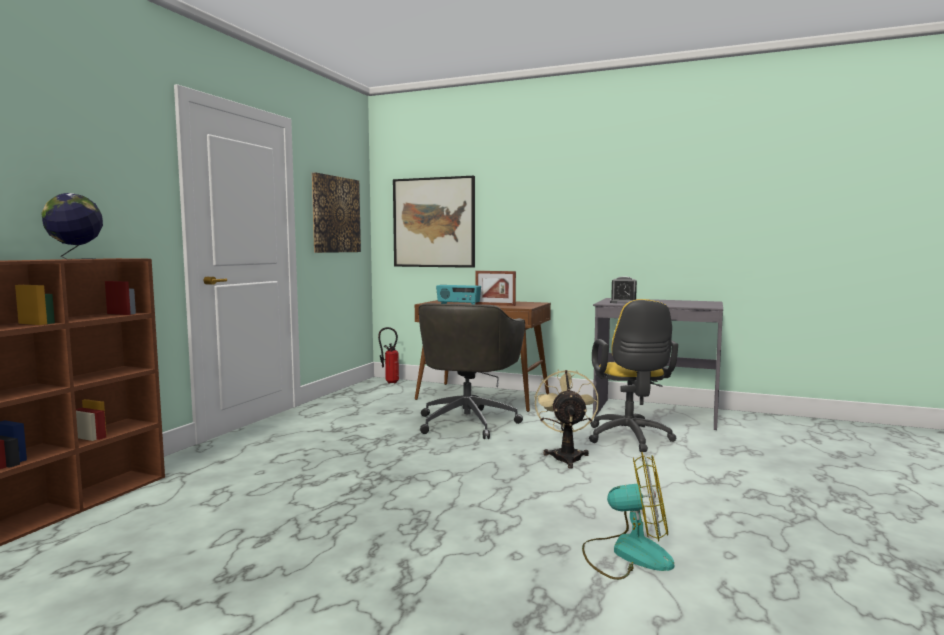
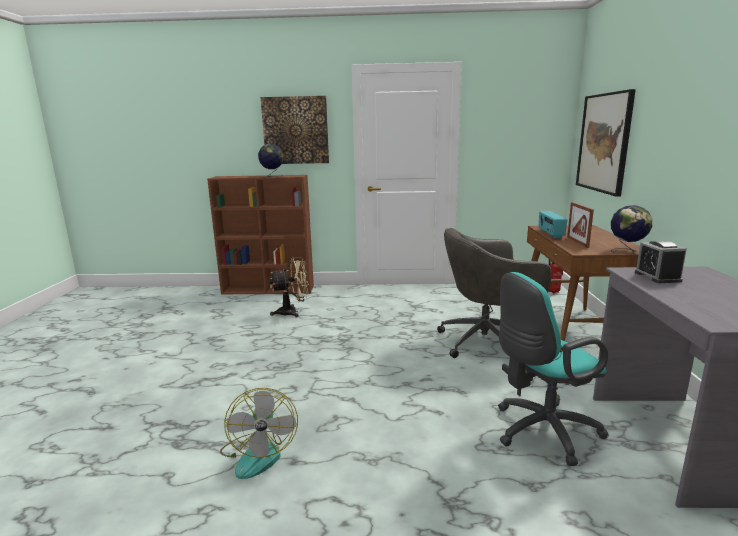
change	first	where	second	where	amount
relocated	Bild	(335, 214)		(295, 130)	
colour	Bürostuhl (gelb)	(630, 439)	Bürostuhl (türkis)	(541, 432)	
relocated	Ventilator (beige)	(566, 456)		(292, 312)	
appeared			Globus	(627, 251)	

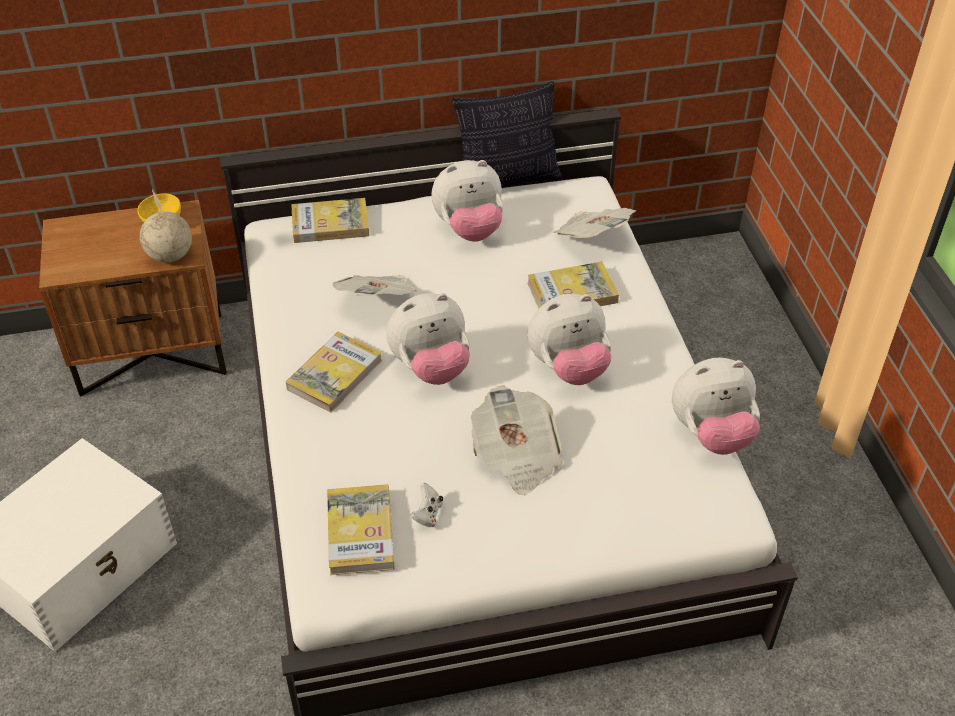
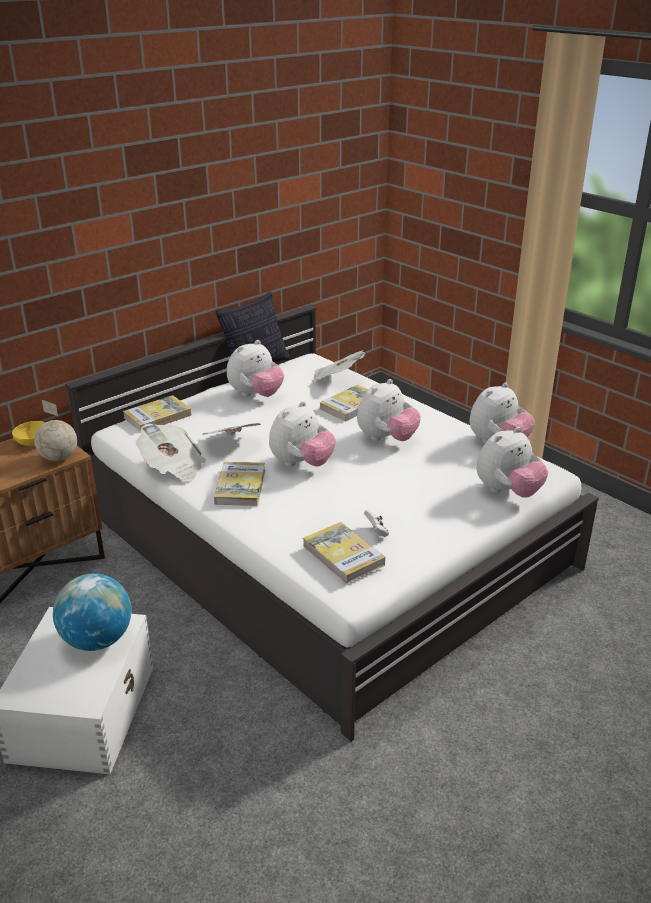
change	first	where	second	where	amount
relocated	Zeitung	(516, 457)		(173, 467)	
appeared			Plüschtier	(508, 492)	
appeared			Globus	(97, 640)	

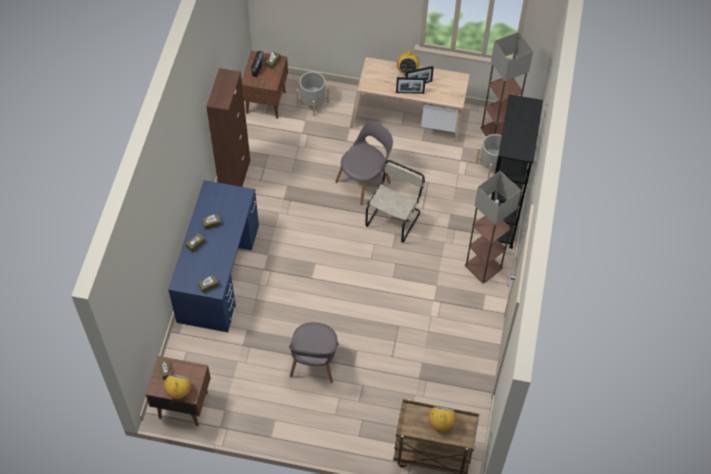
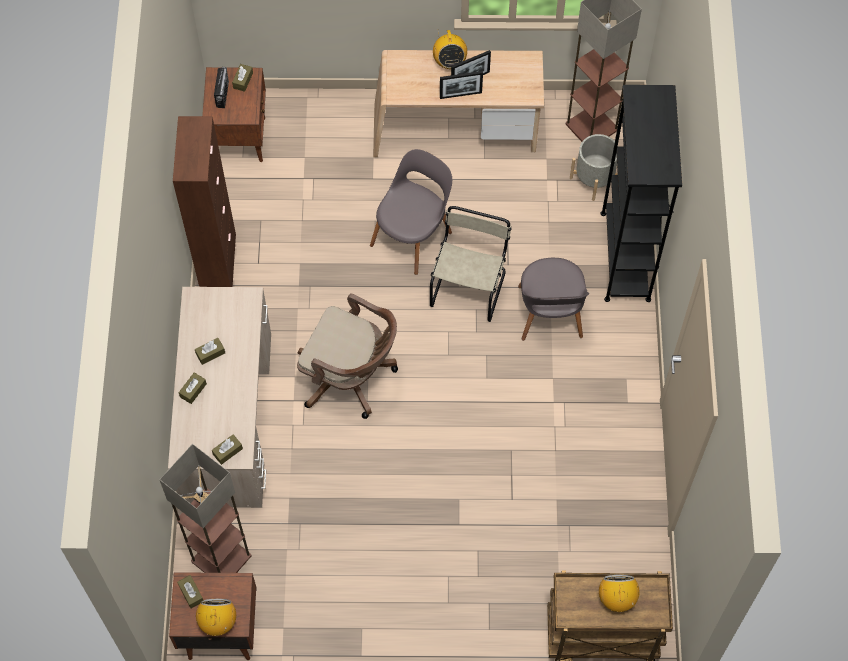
change	first	where	second	where	amount
missing	Pflanzkübel (grau)	(313, 103)			
relocated	Stehlampe	(484, 267)		(222, 558)	
colour	Schreibtisch (blau)	(219, 272)	Schreibtisch (beige)	(228, 417)	
relocated	Stuhl (grau)	(314, 362)		(549, 315)	
appeared			Bürostuhl (braun)	(350, 377)	

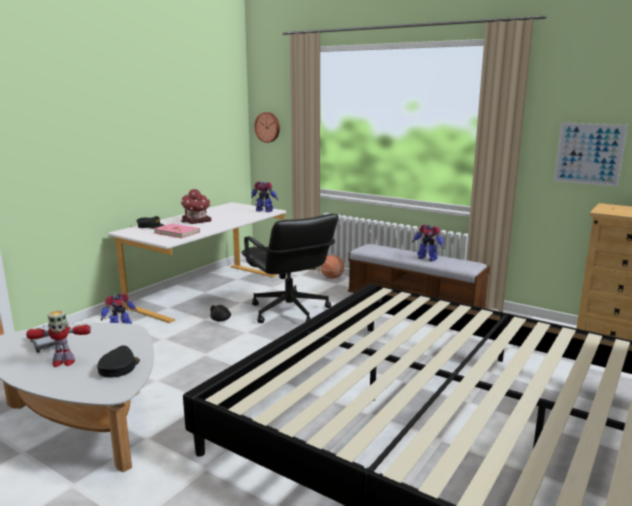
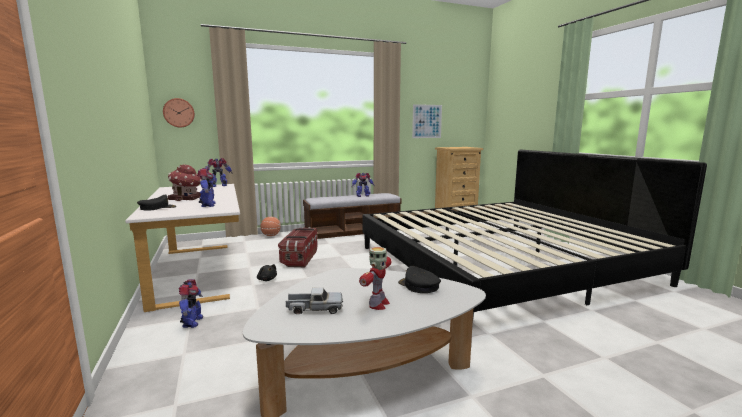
change	first	where	second	where	amount
exchanged	Bürostuhl (schwarz)	(289, 312)	Aufbewahrungsbox	(299, 258)	
exchanged	Buch (rosa)	(177, 232)	Spielzeugroboter	(207, 205)	

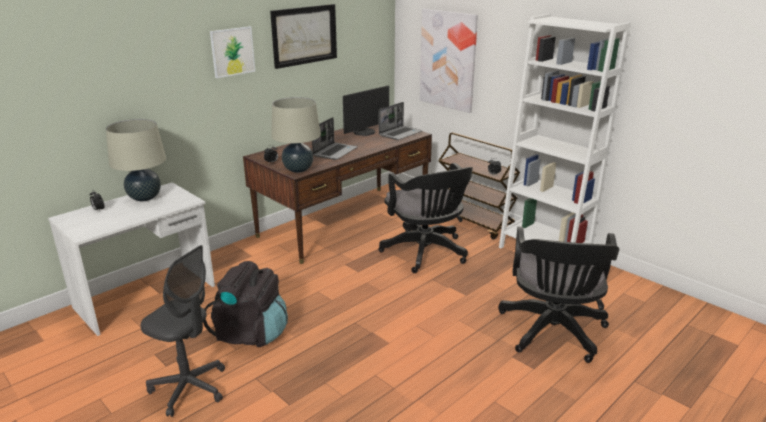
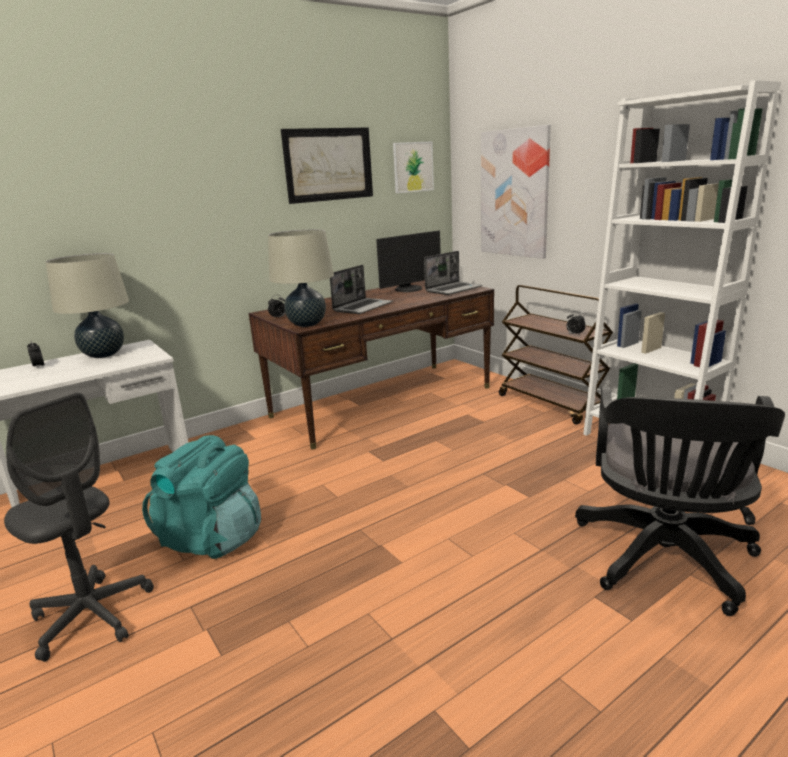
change	first	where	second	where	amount
relocated	Bild	(232, 51)		(413, 167)	
missing	Bürostuhl (schwarz)	(426, 253)			
colour	Rucksack (schwarz)	(251, 333)	Rucksack (türkis)	(212, 538)	

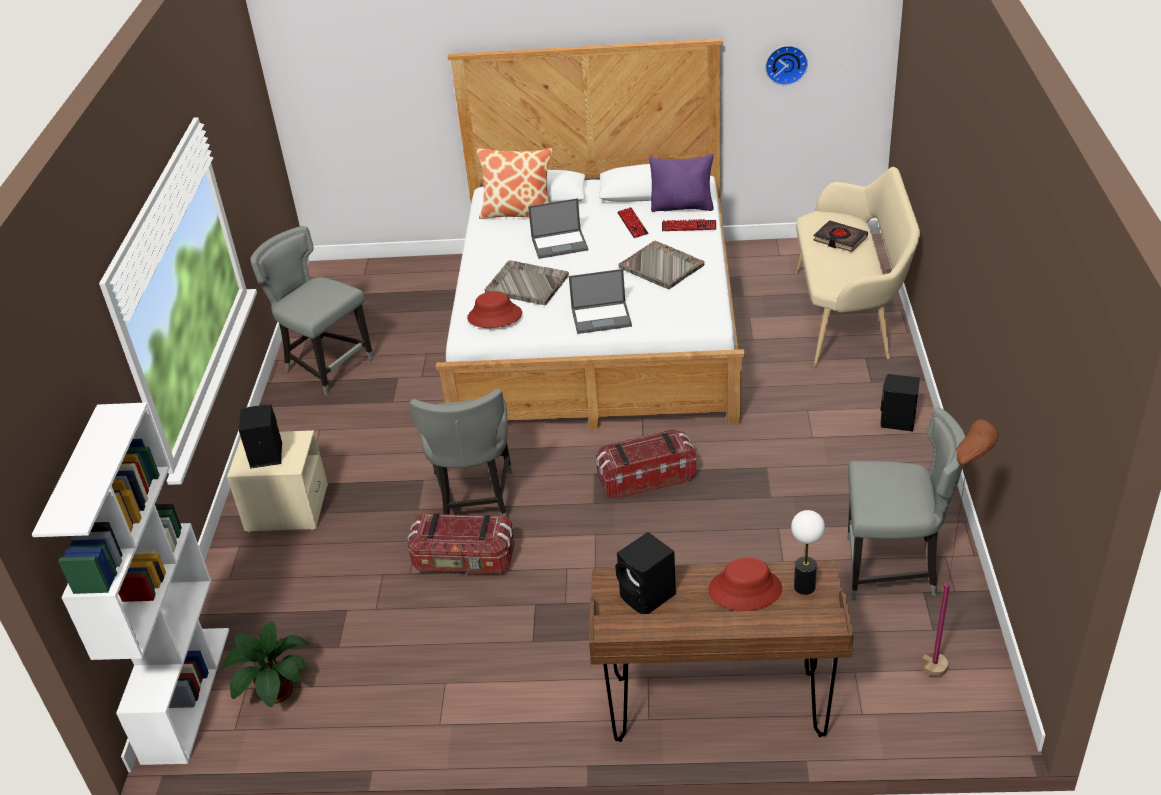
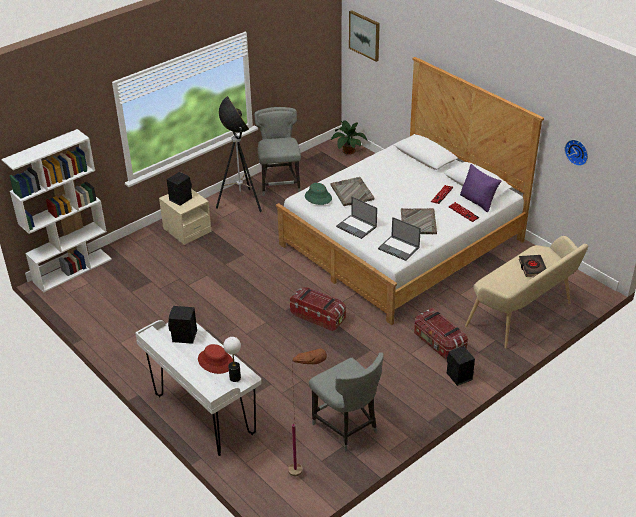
change	first	where	second	where	amount
missing	Kissen	(518, 213)			
relocated	Laptop	(560, 244)		(399, 248)	
colour	Hut (rot)	(494, 316)	Hut (grün)	(318, 197)	
missing	Stuhl (grau)	(474, 502)			
relocated	Aufbewahrungsbox	(464, 561)		(438, 343)	
colour	Schreibtisch (braun)	(717, 708)	Schreibtisch (weiß)	(204, 415)	
relocated	Topfpflanze	(273, 692)		(347, 151)	
appeared			Bild	(364, 35)	
appeared			Stehlampe	(240, 203)	

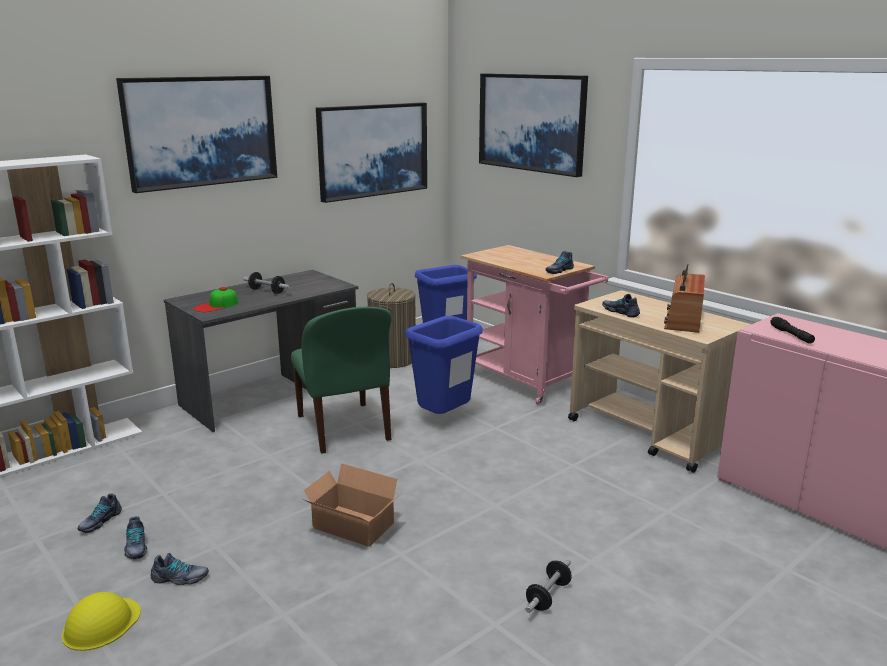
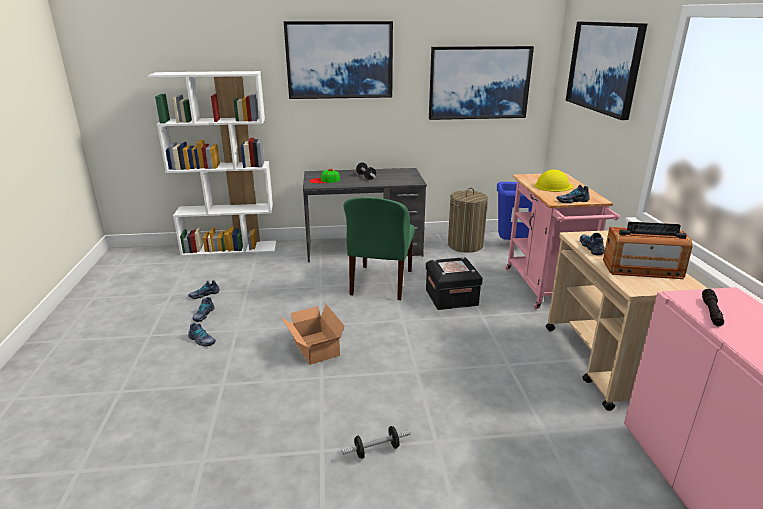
change	first	where	second	where	amount
spun	Radio	(683, 320)		(642, 269)	135 degrees counterclockwise
exchanged	Mülleimer (blau)	(443, 419)	Aufbewahrungsbox (schwarz)	(451, 297)	
relocated	Schutzhelm (gelb)	(101, 624)		(553, 186)	

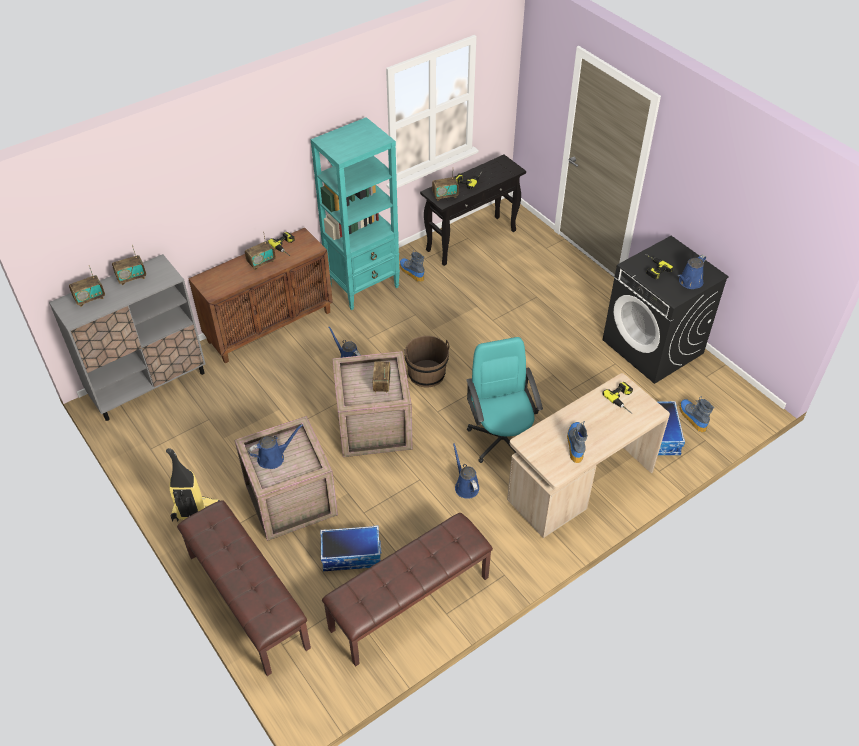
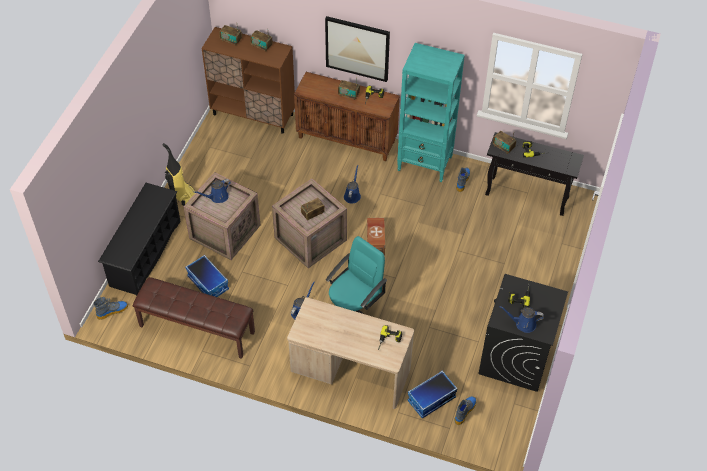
change	first	where	second	where	amount
colour	Schrank (grau)	(148, 384)	Schrank (braun)	(253, 114)	
exchanged	Eimer (braun)	(426, 374)	Aufbewahrungsbox (braun)	(376, 241)	
relocated	Stiefel	(575, 444)		(112, 311)	
spun	Gießkanne (blau)	(273, 457)		(217, 197)	120 degrees clockwise
exchanged	Bank (braun)	(246, 600)	Schuhregal (schwarz)	(145, 253)	
appeared			Bild	(357, 48)	

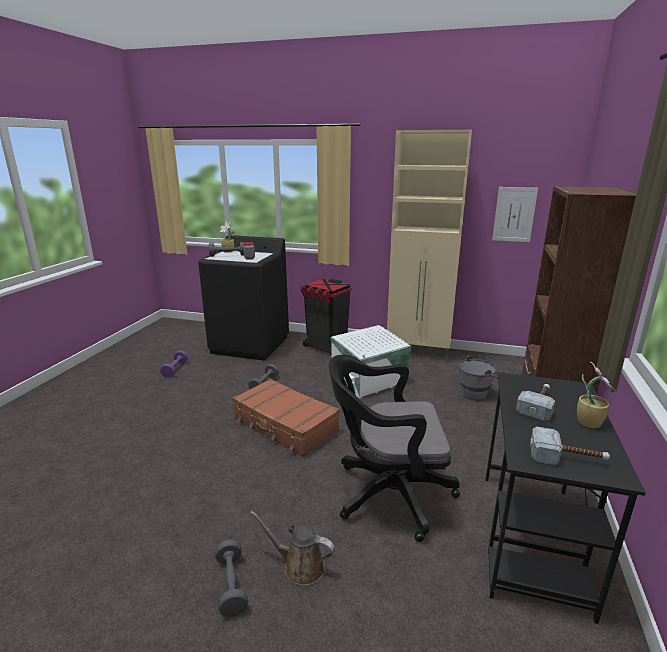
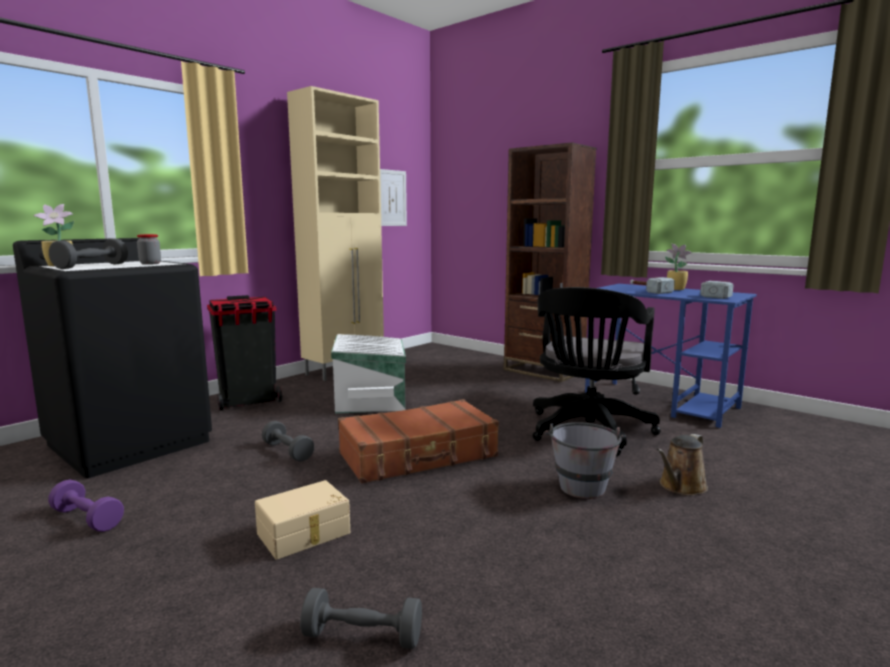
change	first	where	second	where	amount
relocated	Eimer (grau)	(478, 393)		(581, 483)	
colour	Schreibtisch (schwarz)	(532, 539)	Schreibtisch (blau)	(661, 403)	
relocated	Hantel (grau)	(231, 585)		(362, 636)	
appeared			Aufbewahrungsbox (beige)	(304, 534)	

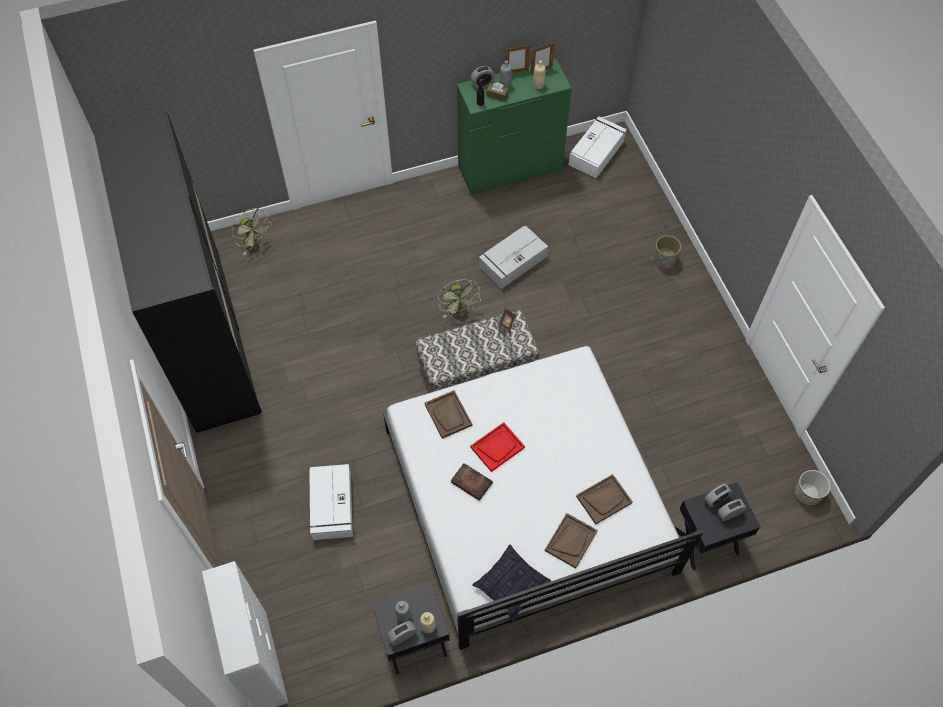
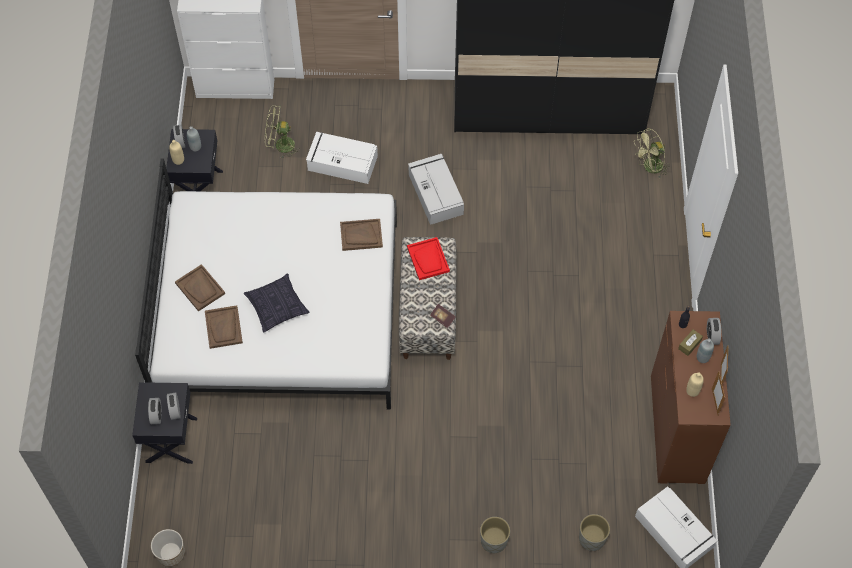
change	first	where	second	where	amount
colour	Kommode (grün)	(510, 169)	Kommode (braun)	(677, 429)	
relocated	Aufbewahrungsbox (grau)	(512, 262)		(435, 193)	
relocated	Ventilator (grün)	(459, 311)		(280, 145)	
relocated	Tablett (rot)	(497, 447)		(428, 259)	
missing	Buch	(470, 482)			
relocated	Kissen	(511, 585)		(276, 307)	
appeared			Pflanzkübel (grau)	(592, 539)	

